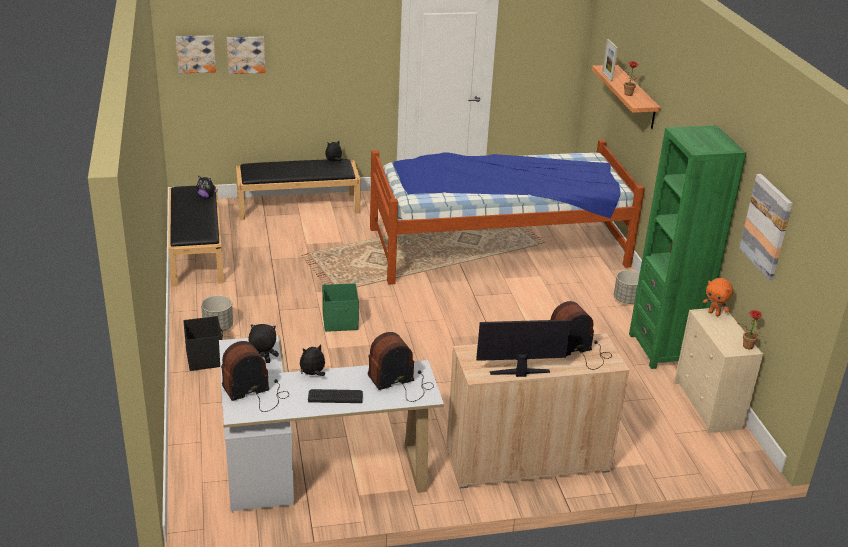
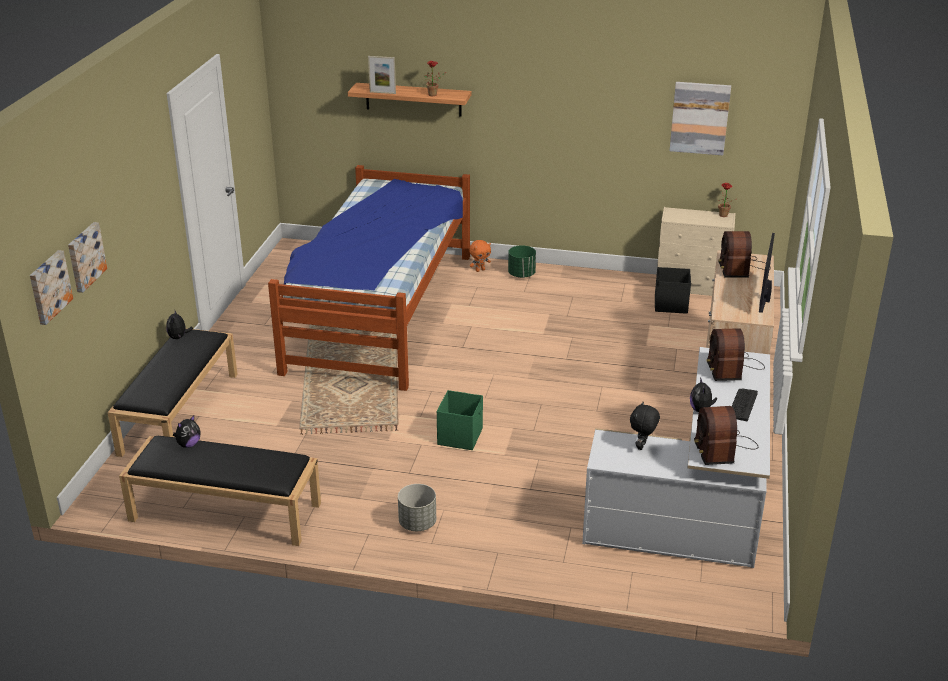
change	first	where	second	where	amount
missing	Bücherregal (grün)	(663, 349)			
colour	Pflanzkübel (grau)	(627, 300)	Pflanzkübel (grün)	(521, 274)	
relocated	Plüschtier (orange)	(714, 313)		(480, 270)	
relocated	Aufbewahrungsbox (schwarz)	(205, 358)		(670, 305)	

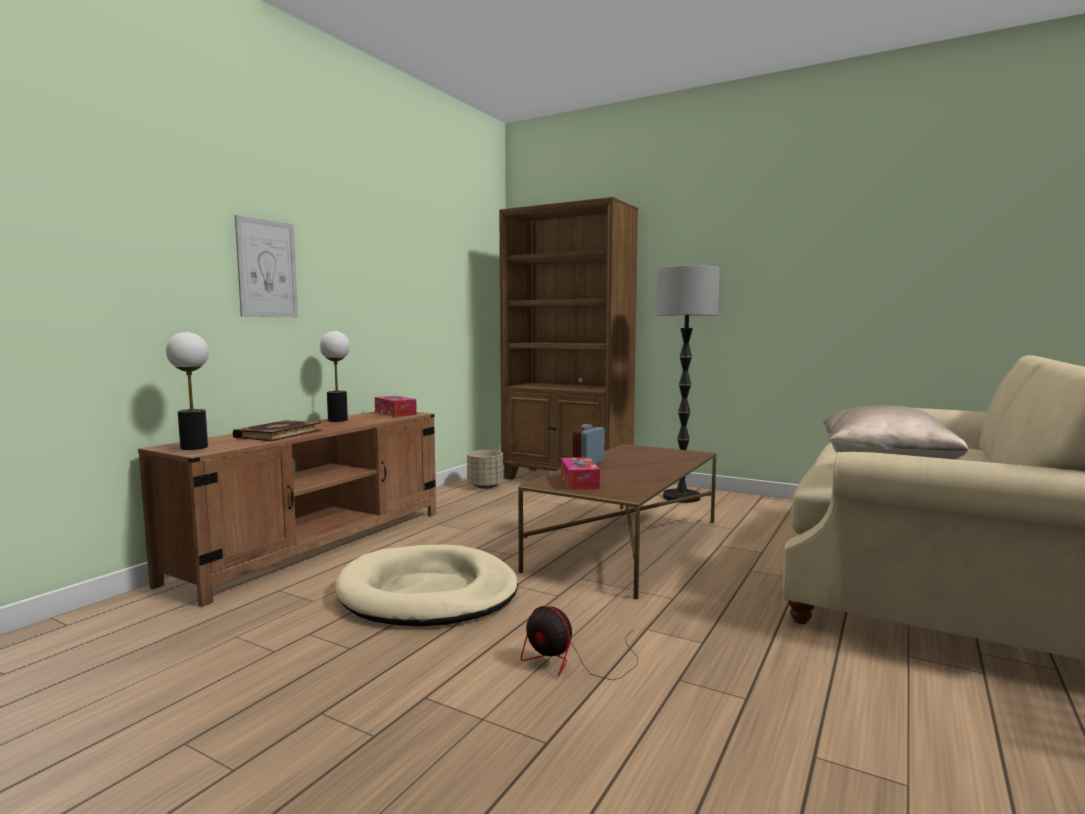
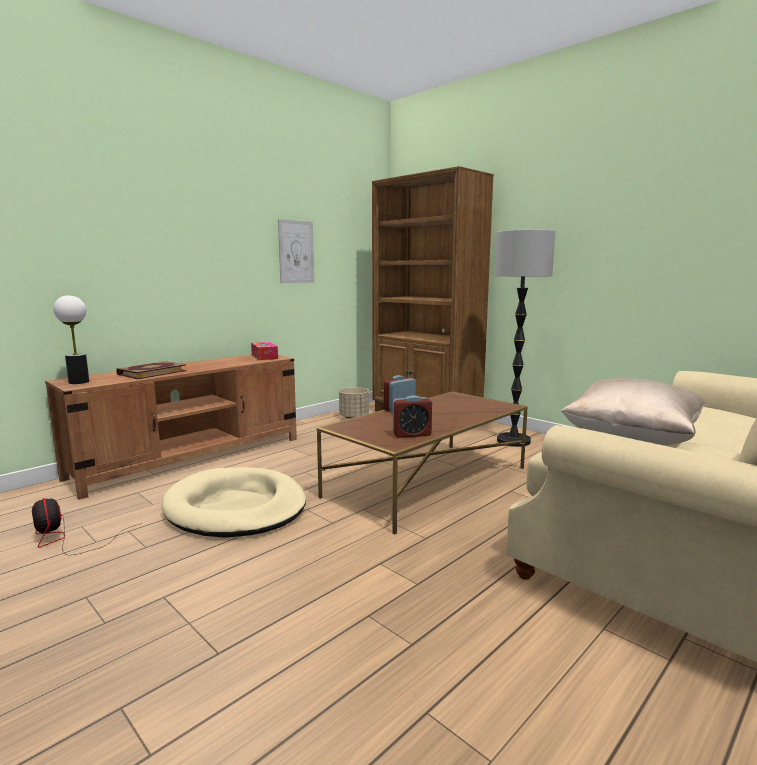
change	first	where	second	where	amount
relocated	Bild	(267, 269)		(296, 252)	
missing	Tischlampe	(337, 420)			
missing	Taschentuchbox	(579, 482)			
relocated	Ventilator	(574, 662)		(67, 539)	
appeared			Wecker	(411, 434)	

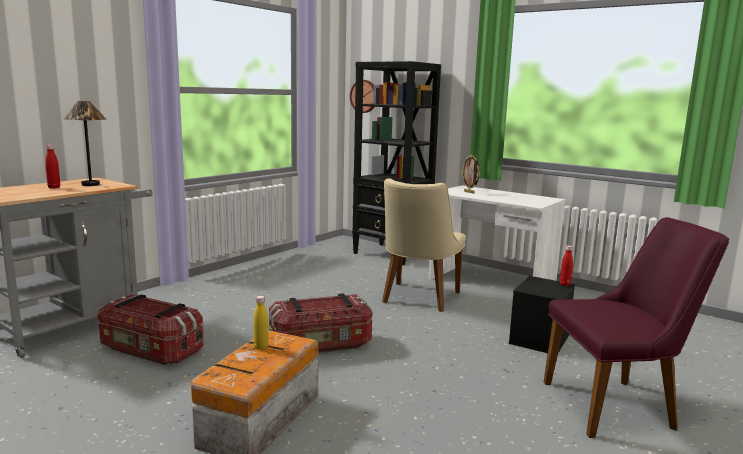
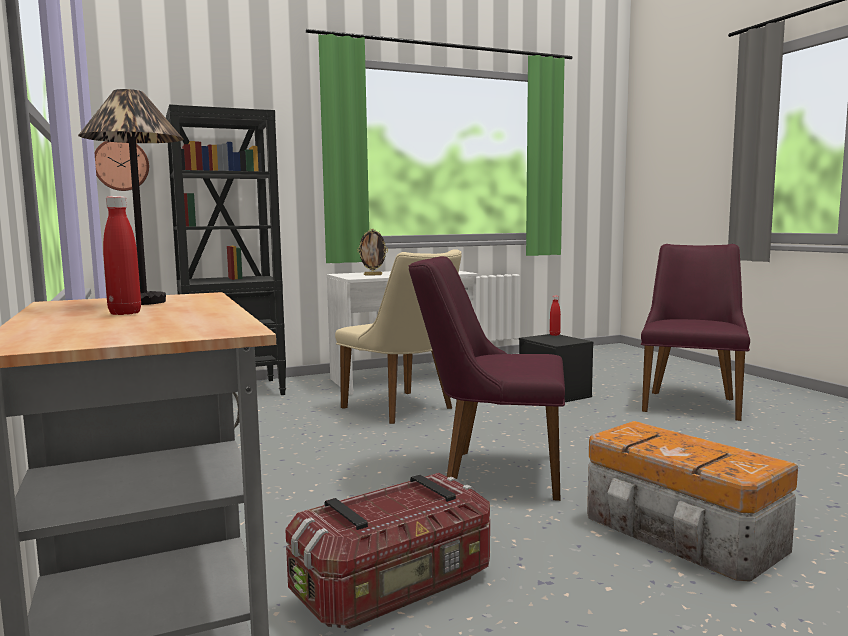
change	first	where	second	where	amount
exchanged	Aufbewahrungsbox	(321, 345)	Stuhl (lila)	(491, 471)	
missing	Flasche (gelb)	(261, 347)			

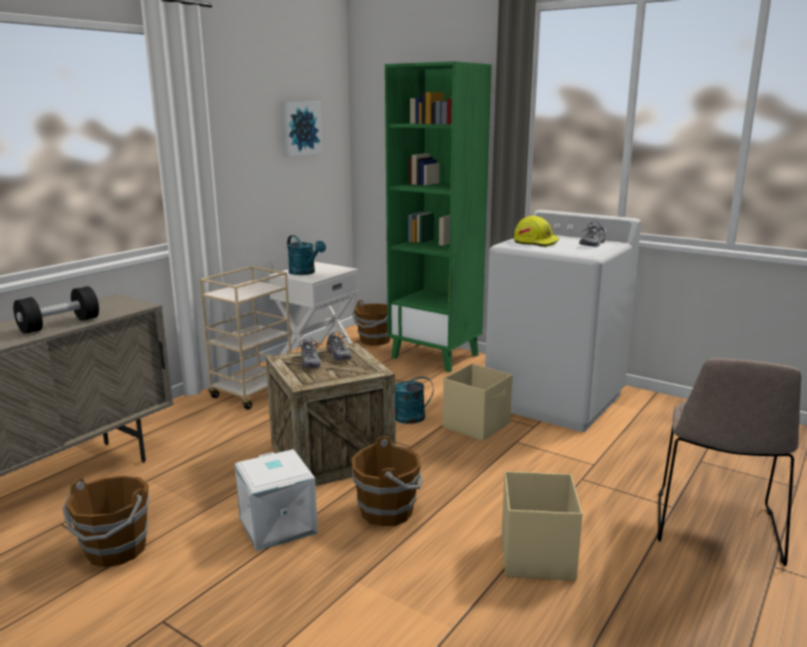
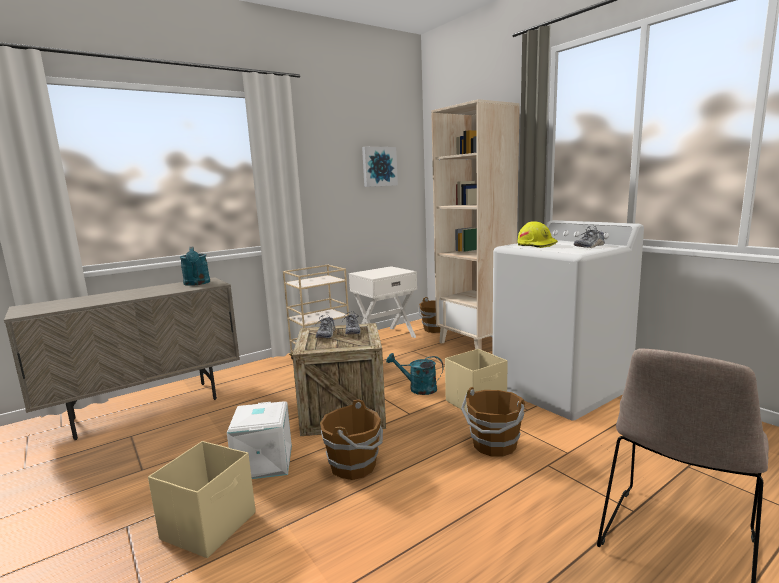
change	first	where	second	where	amount
colour	Bücherregal (grün)	(436, 356)	Bücherregal (beige)	(475, 344)	
relocated	Gießkanne (türkis)	(305, 273)		(197, 283)	
missing	Hantel (schwarz)	(59, 325)			
relocated	Aufbewahrungsbox (beige)	(537, 555)		(210, 525)	
relocated	Eimer (braun)	(115, 550)		(494, 445)	

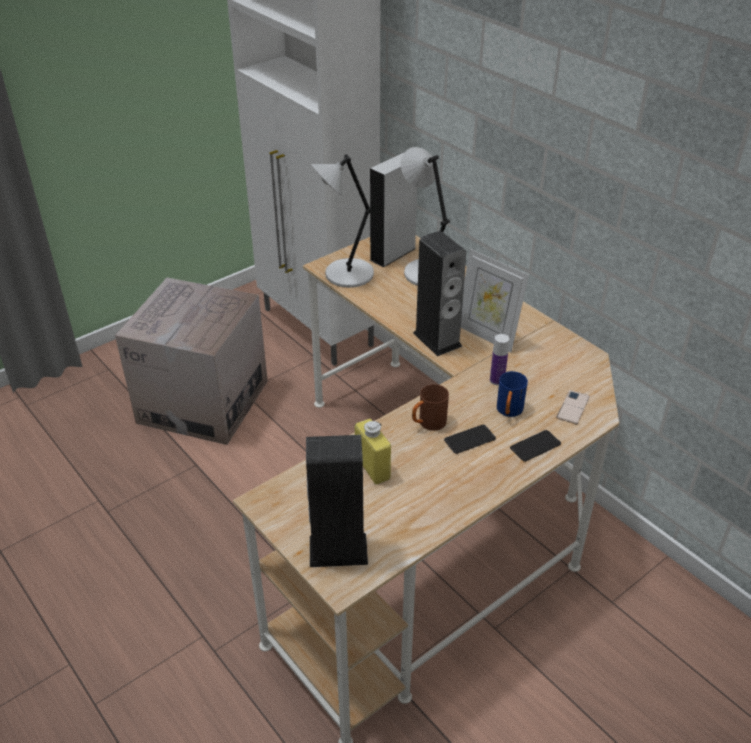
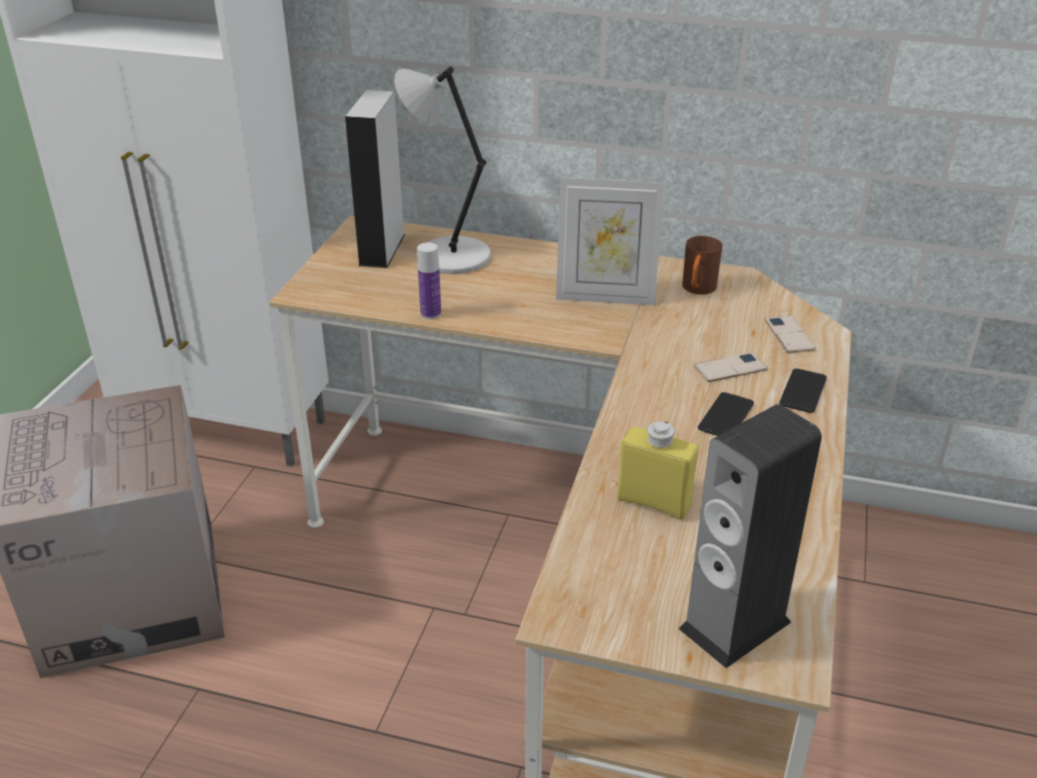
change	first	where	second	where	amount
missing	Tischlampe (grau)	(346, 275)			
missing	Lautsprecher	(437, 339)			
relocated	Flasche	(497, 380)		(430, 314)	
exchanged	Henkelbecher (blau)	(508, 412)	Handy	(730, 368)	
relocated	Henkelbecher (braun)	(428, 424)		(697, 290)	

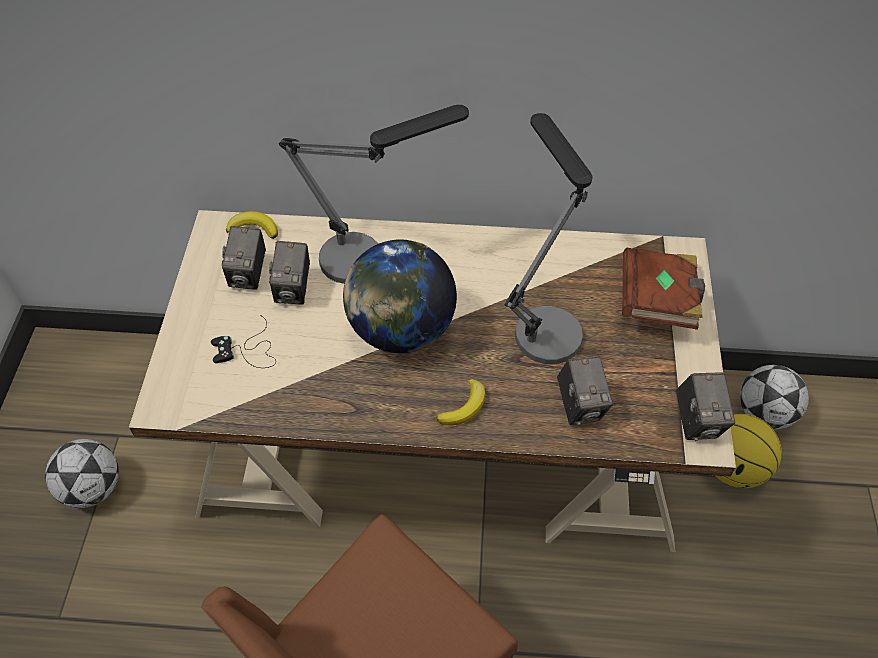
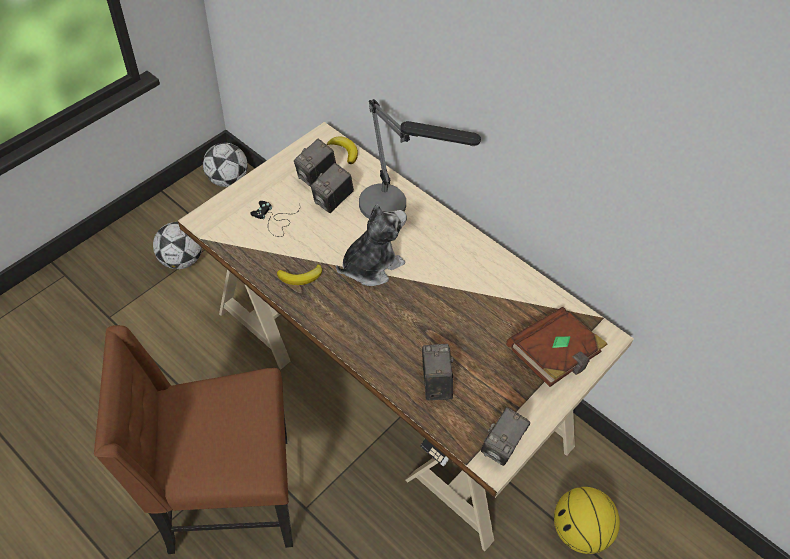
change	first	where	second	where	amount
missing	Tischlampe	(542, 320)			
exchanged	Globus	(401, 330)	Plüschtier	(371, 265)	
spun	Kamera	(580, 405)		(435, 383)	150 degrees clockwise
relocated	Fußball	(764, 413)		(228, 179)	
relocated	Banane	(464, 406)		(301, 277)	

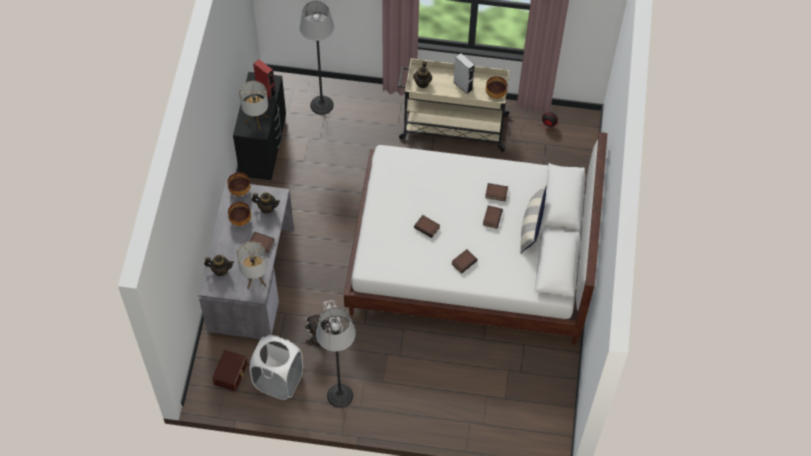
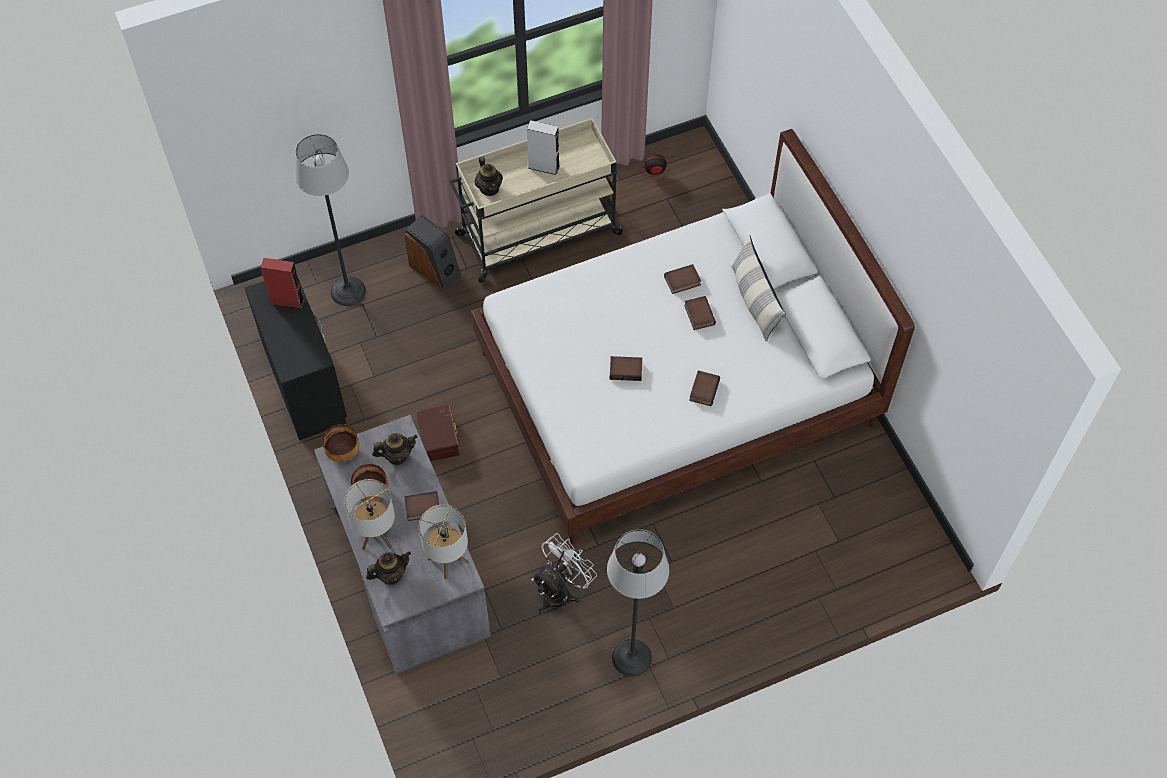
change	first	where	second	where	amount
missing	Schüssel	(495, 94)			
relocated	Tischlampe	(256, 120)		(376, 535)	
missing	Wäschekorb (weiß)	(278, 380)			
relocated	Aufbewahrungsbox (braun)	(231, 373)		(440, 437)	
appeared			Lautsprecher	(435, 268)	

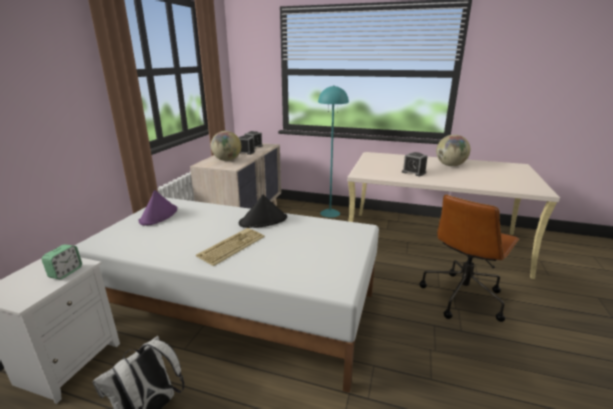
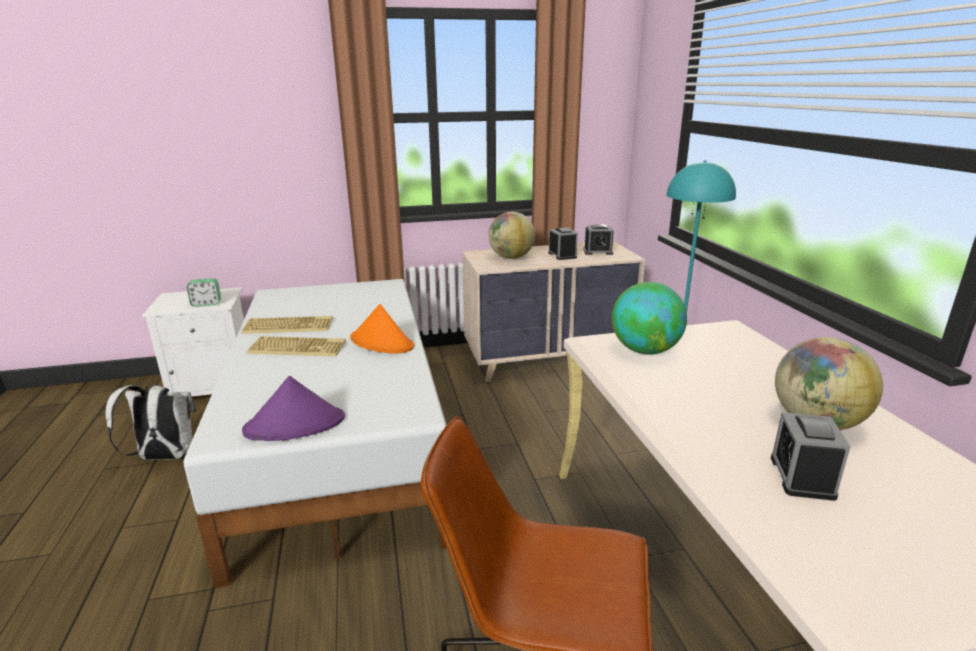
change	first	where	second	where	amount
relocated	Wecker	(413, 172)		(802, 477)	
relocated	Hut (lila)	(159, 215)		(295, 425)	
colour	Hut (schwarz)	(263, 221)	Hut (orange)	(382, 342)	
appeared			Globus	(645, 350)	
appeared			Tastatur	(289, 326)	

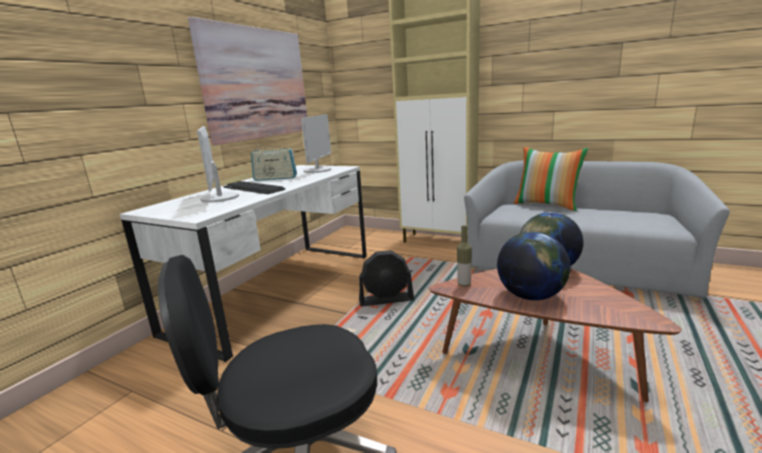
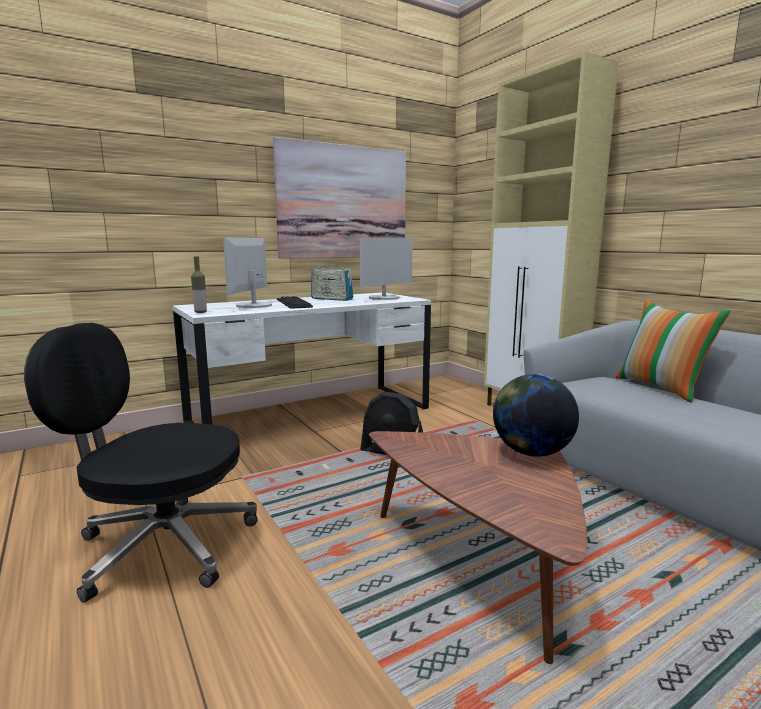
change	first	where	second	where	amount
relocated	Flasche	(464, 284)		(200, 312)	
missing	Globus	(530, 296)			

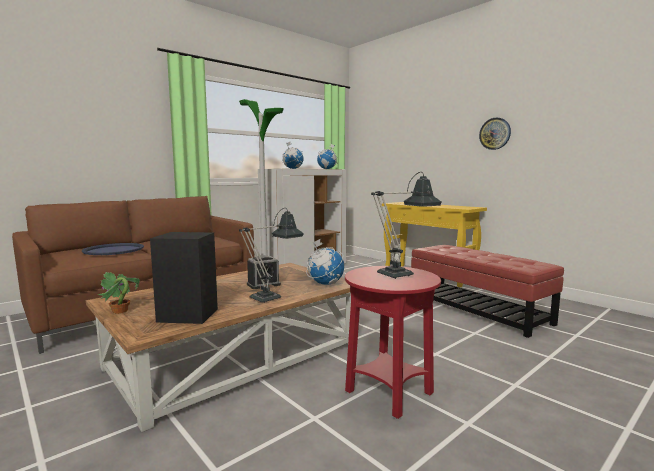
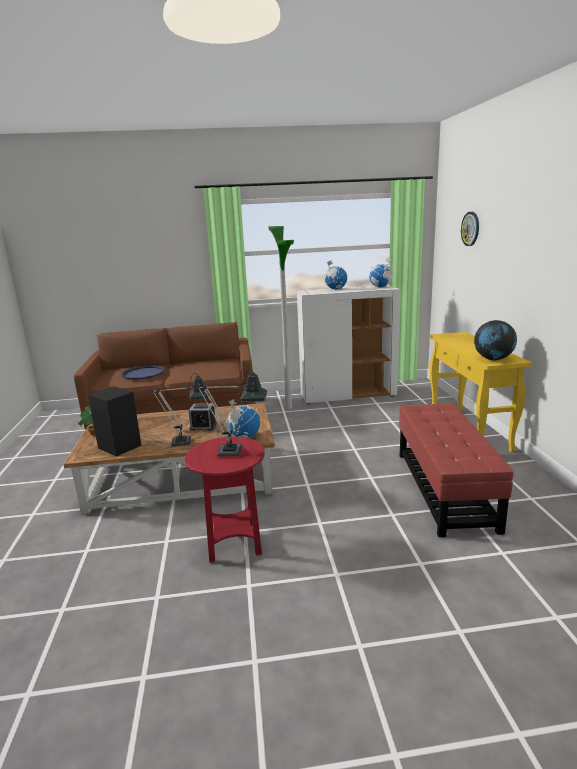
change	first	where	second	where	amount
relocated	Wanduhr	(495, 133)		(470, 228)	
appeared			Globus	(493, 359)	

